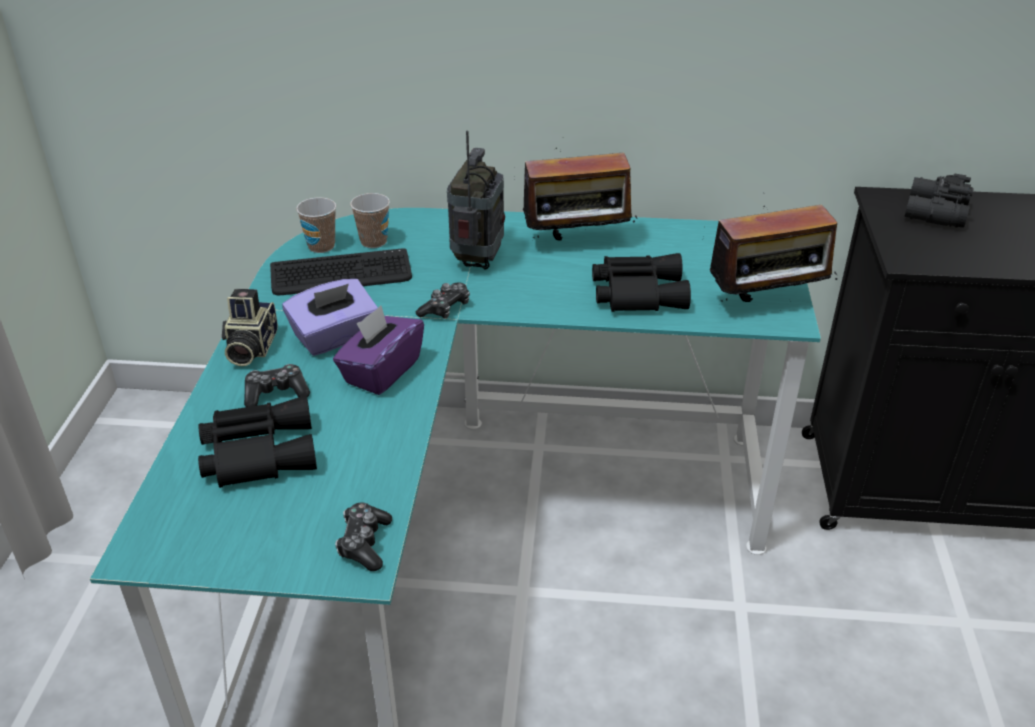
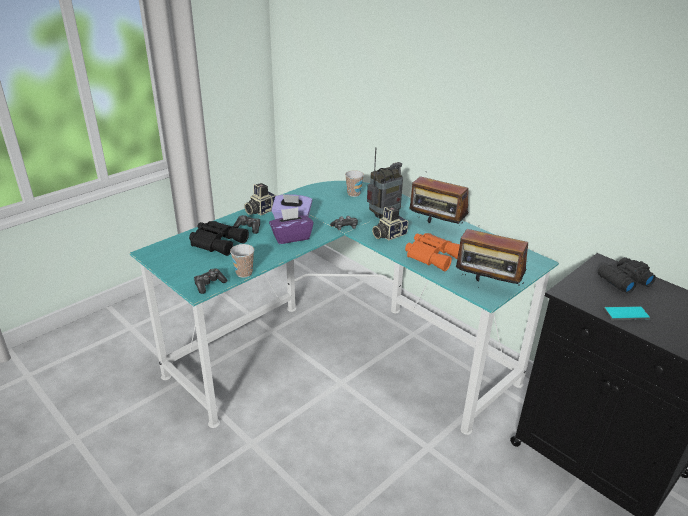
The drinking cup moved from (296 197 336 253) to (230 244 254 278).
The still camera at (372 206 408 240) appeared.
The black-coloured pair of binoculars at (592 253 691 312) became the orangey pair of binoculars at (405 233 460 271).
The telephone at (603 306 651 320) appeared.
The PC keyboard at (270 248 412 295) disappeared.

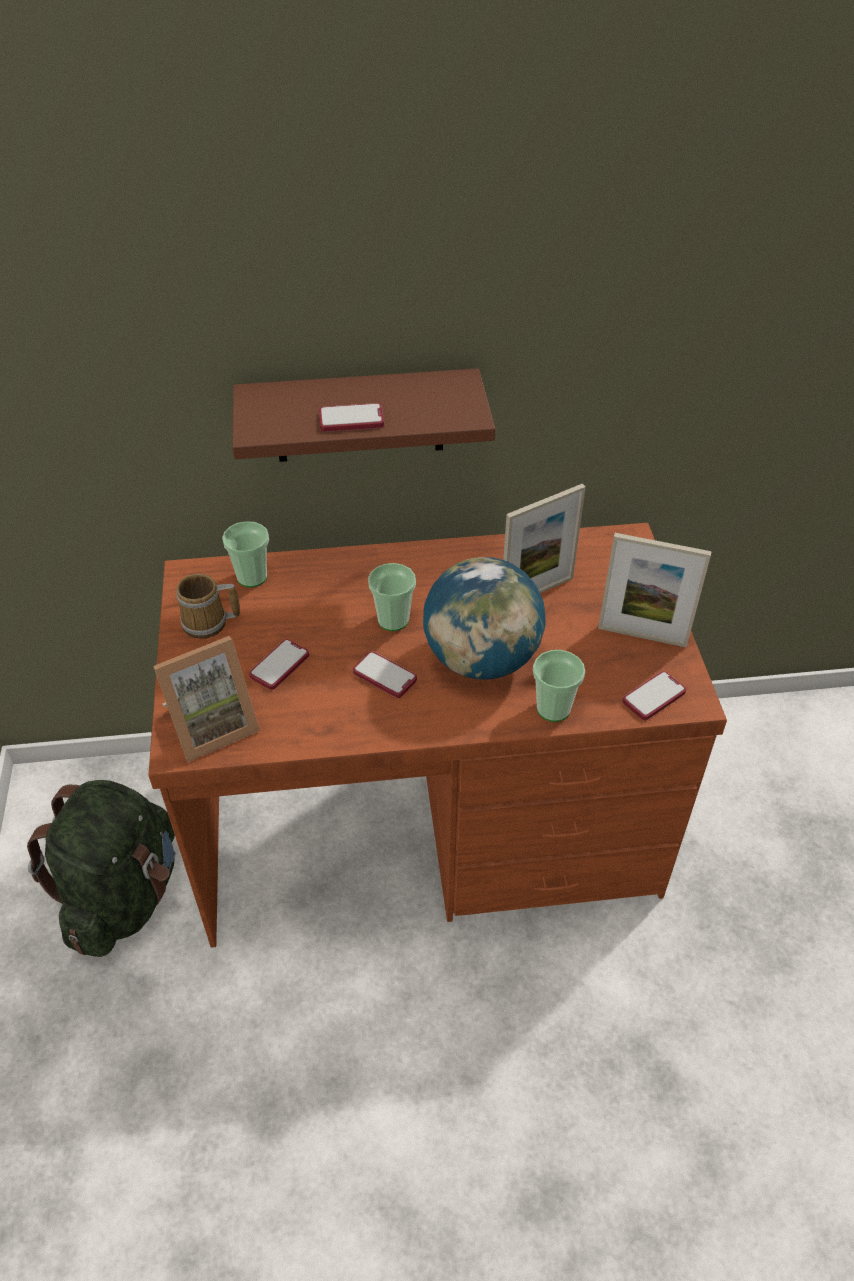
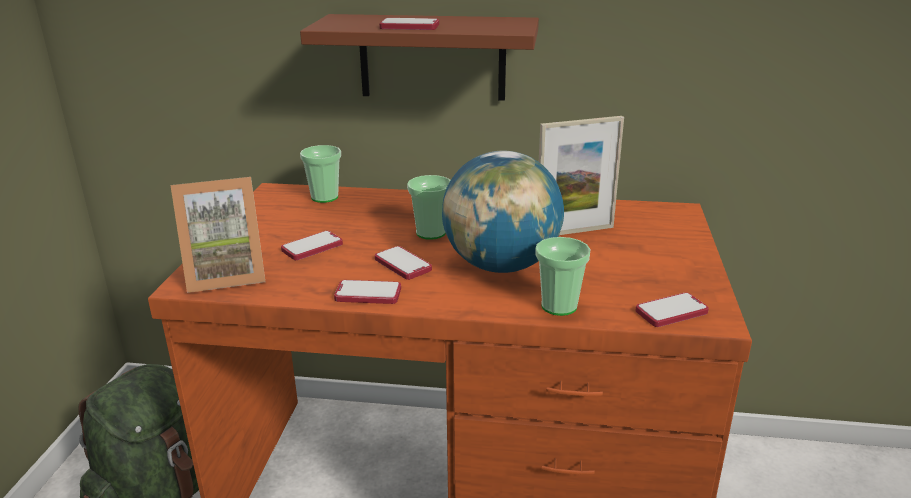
The telephone at (334 280 401 304) appeared.
The coffee mug at (176 574 240 639) disappeared.
The standing frame at (598 533 712 647) disappeared.

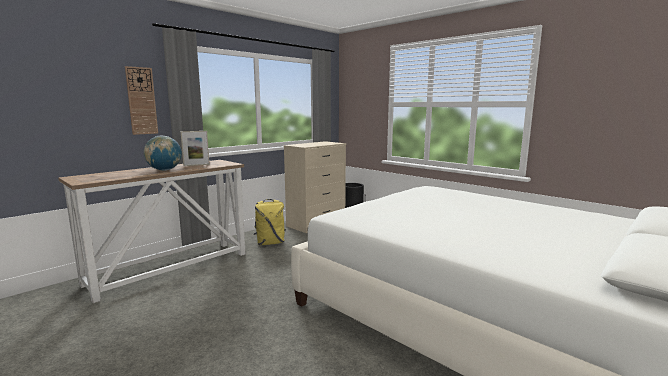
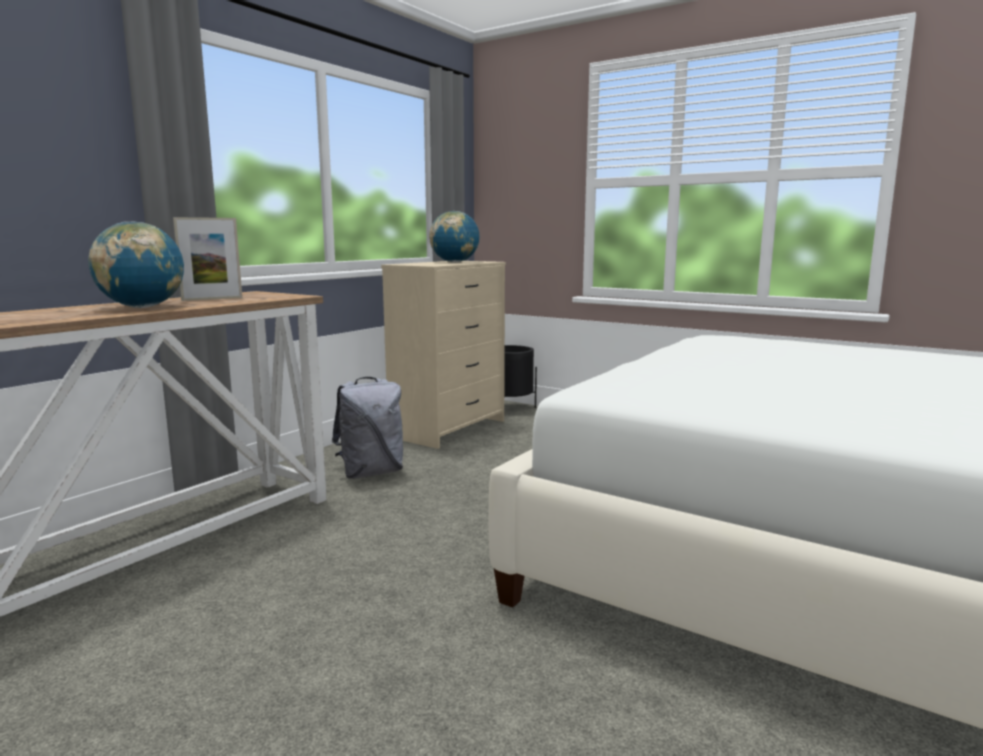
The yellow backpack at (254 199 286 245) became the gray backpack at (332 377 403 479).
The globe at (429 211 480 263) appeared.
The wall clock at (125 66 158 135) disappeared.

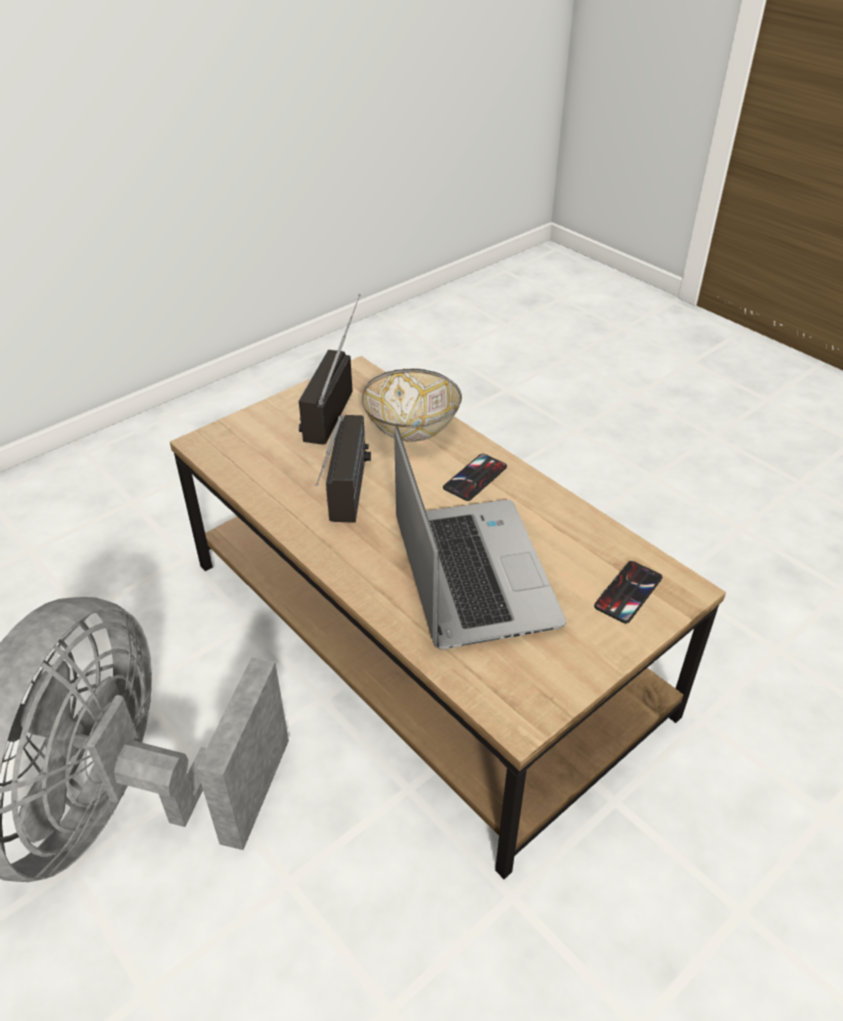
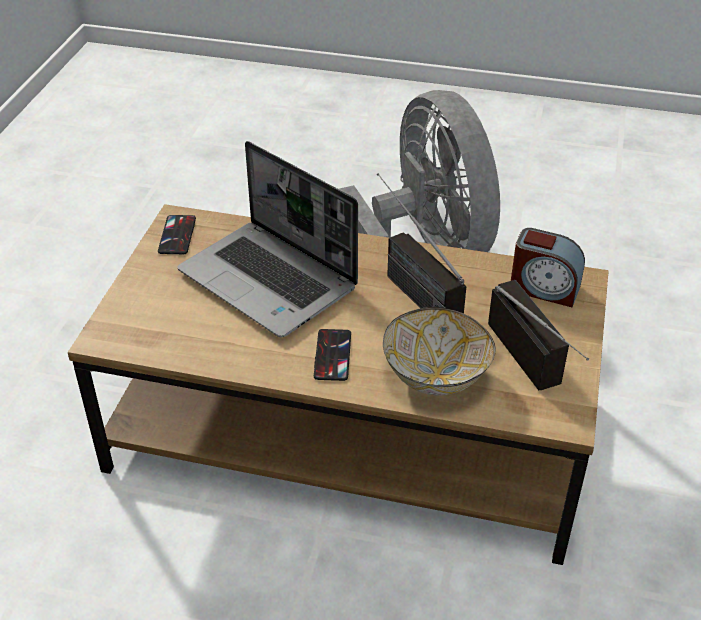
The telephone moved from (594 561 662 624) to (158 215 196 254).
The table clock at (511 228 585 307) appeared.

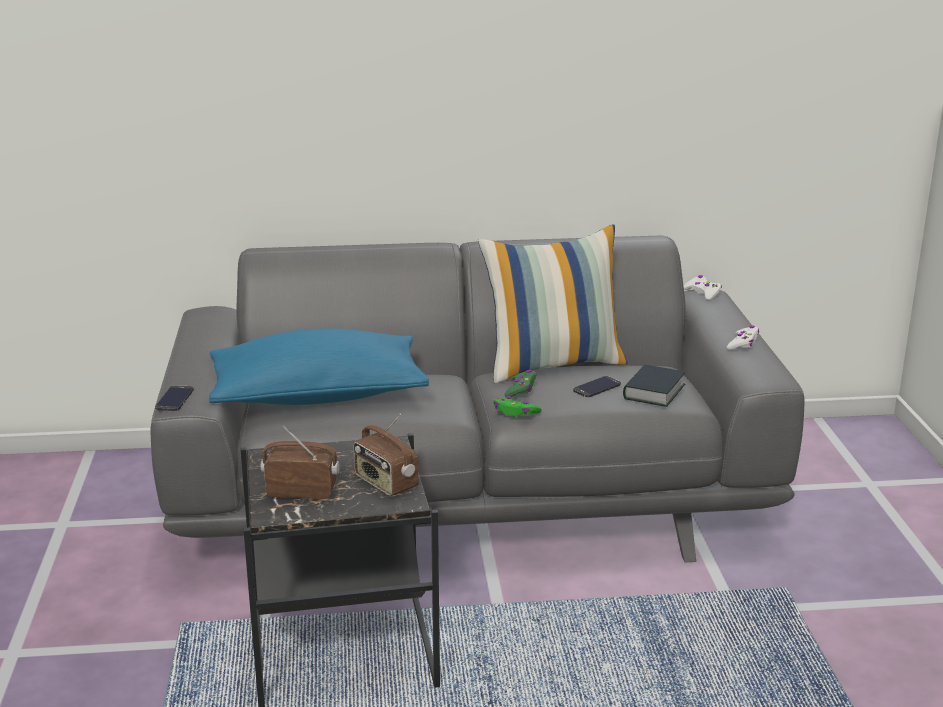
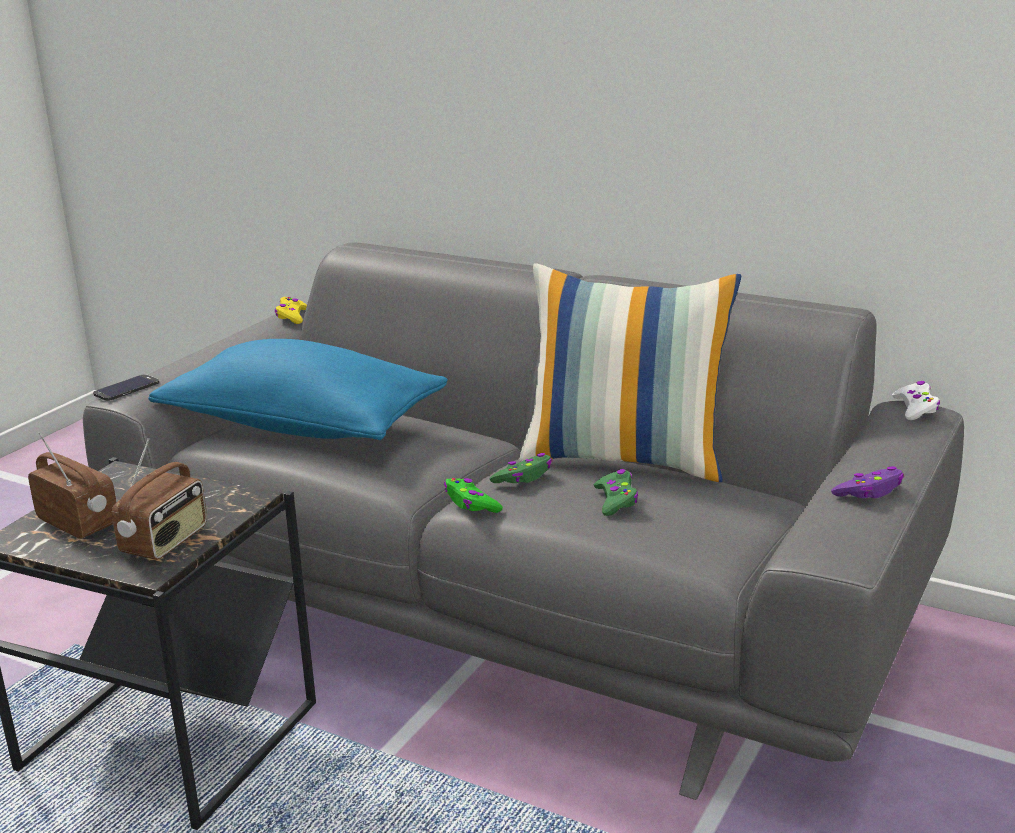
The radio at (353 414 419 496) turned 150 degrees counterclockwise.
The yellow joypad at (275 297 307 324) appeared.
The telephone at (573 376 621 397) was replaced by the greenish joypad at (594 469 638 516).
The whitish joypad at (727 326 759 350) became the purple-coloured joypad at (831 466 904 498).
The volume at (623 364 685 407) disappeared.

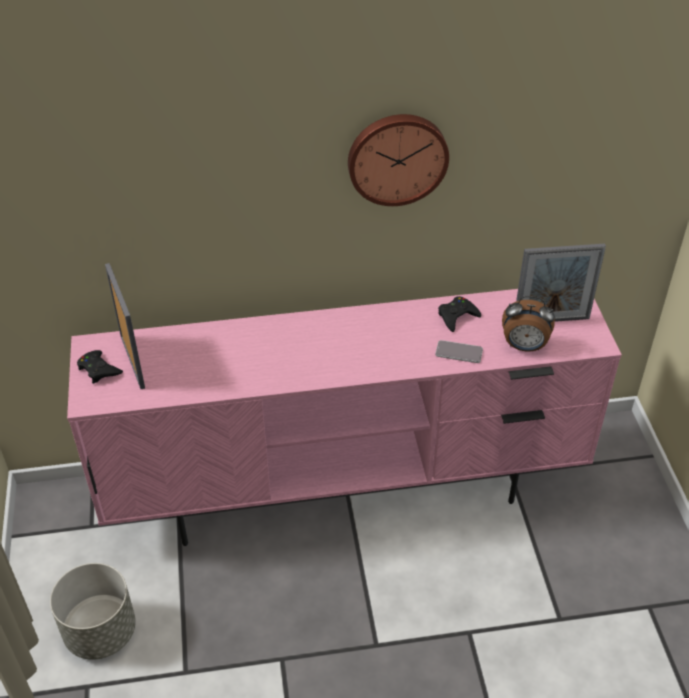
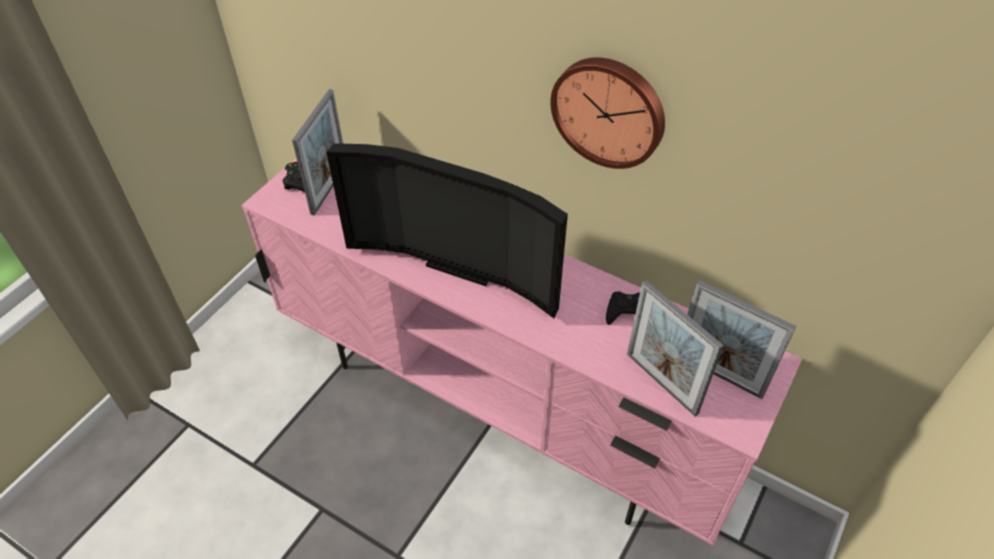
The TV set at (326 143 568 318) appeared.
The table clock at (502 296 555 352) was replaced by the standing frame at (627 281 724 417).
The gray plant pot at (50 563 136 660) disappeared.
The telephone at (435 340 483 363) disappeared.

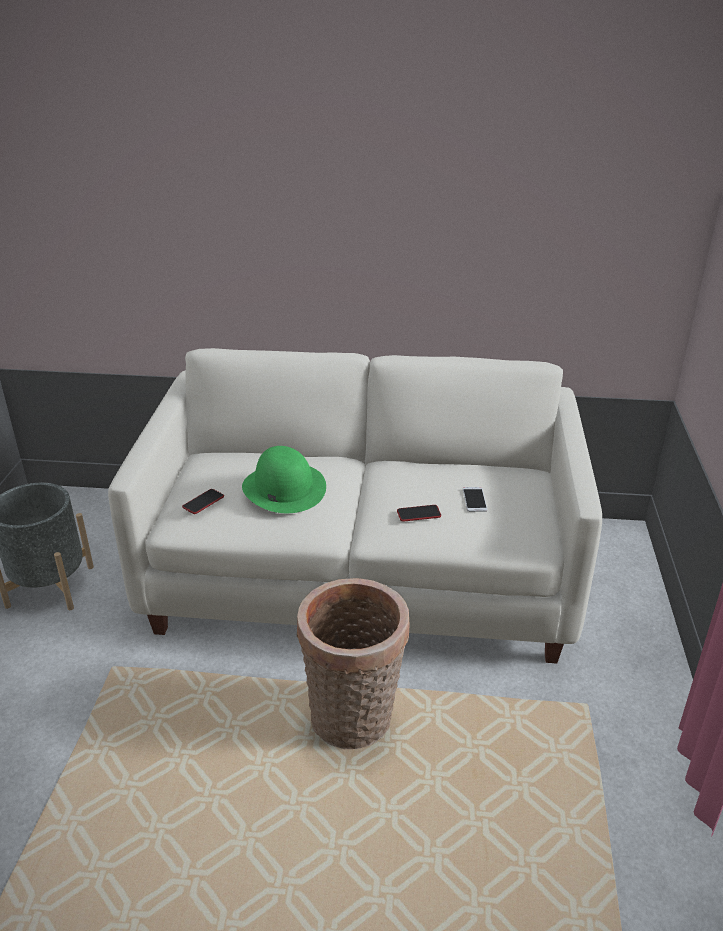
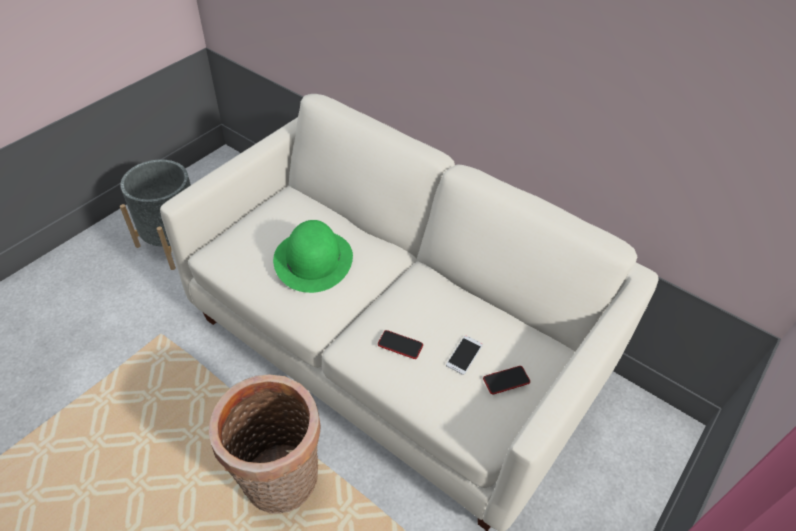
The telephone moved from (182 489 224 514) to (483 366 530 394).

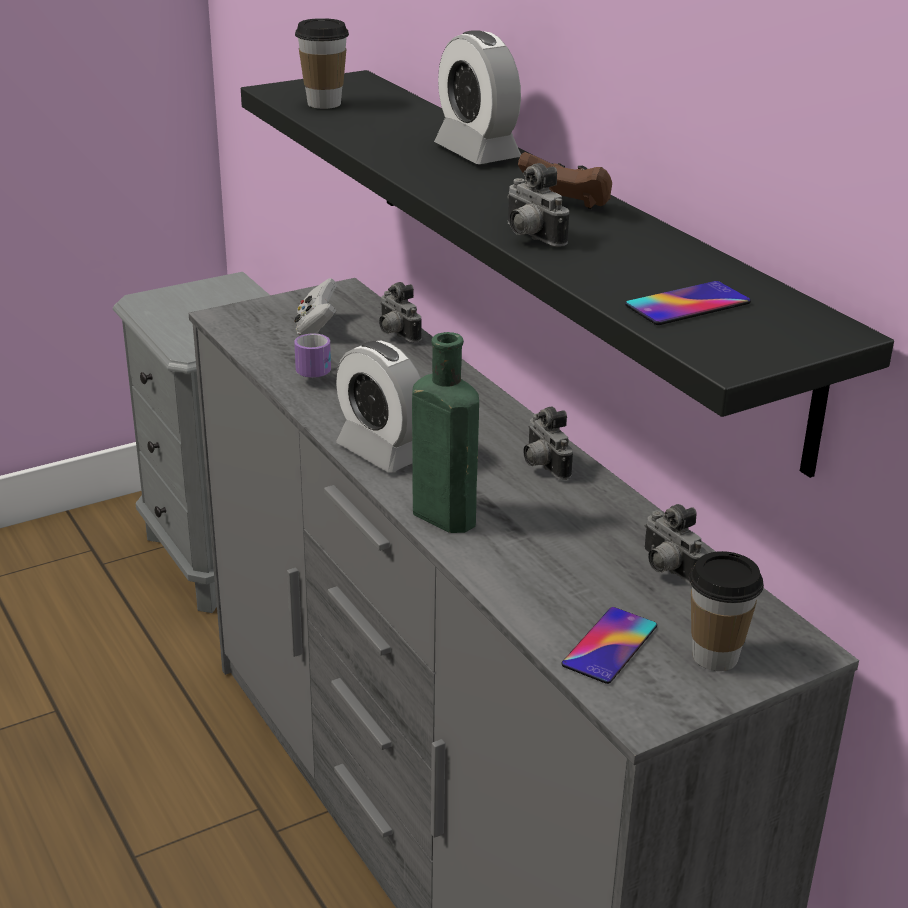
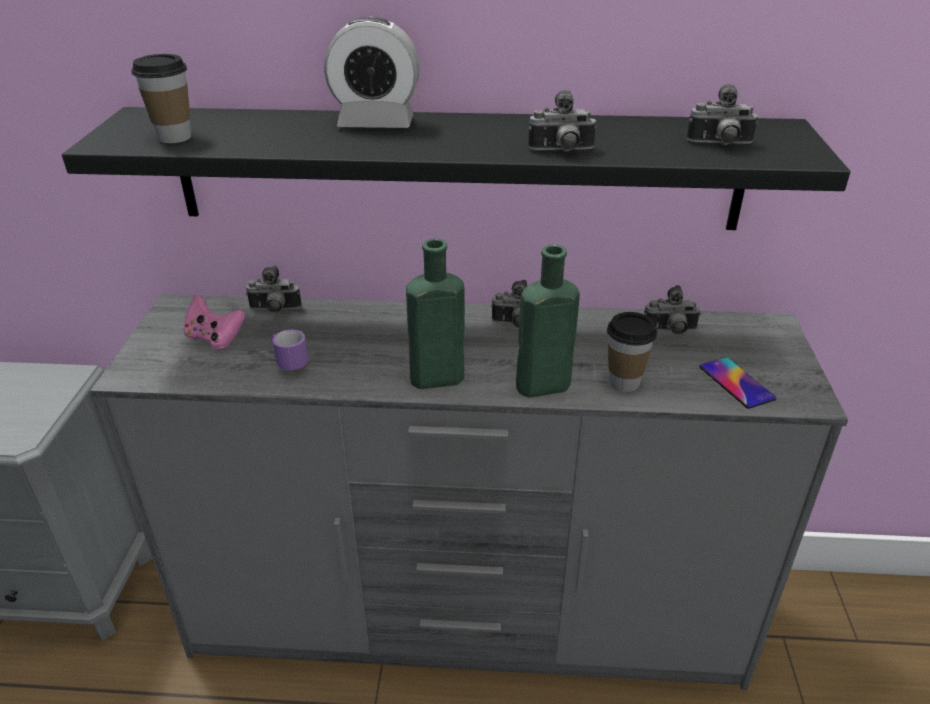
The whitish joypad at (294 278 337 335) became the pink joypad at (184 295 246 350).
The table clock at (336 341 421 473) was replaced by the greenish drink bottle at (406 238 465 389).
The drinking cup moved from (689 551 764 671) to (607 312 657 392).
The telephone at (625 281 751 325) was replaced by the still camera at (687 84 758 145).
The brown-coloured joypad at (518 152 612 209) disappeared.

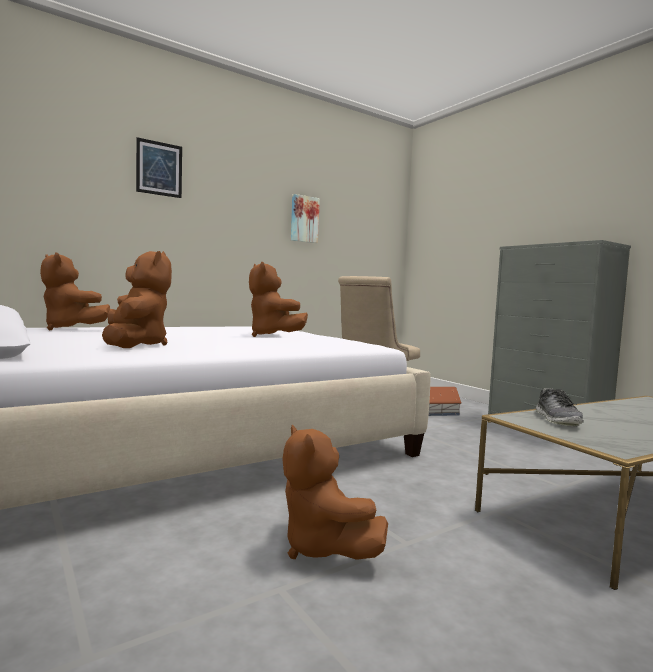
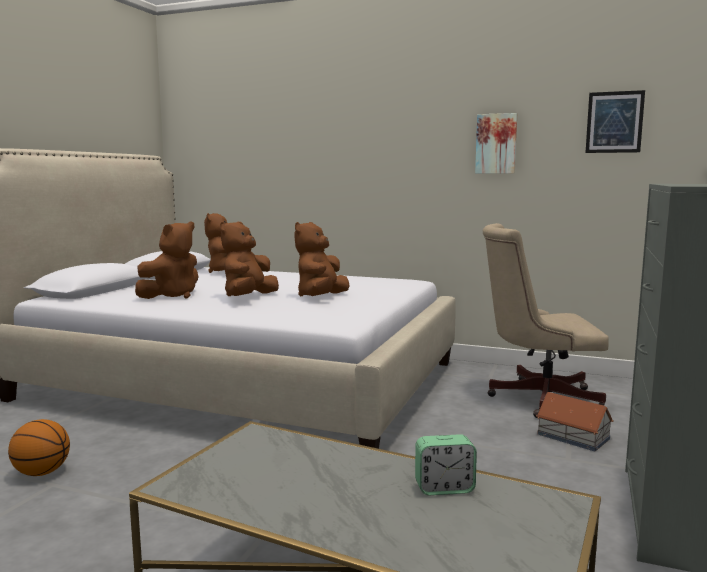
The basketball ball at (8 419 70 476) appeared.
The brown-coloured soft toy moved from (282 425 388 560) to (220 221 279 296).
The table clock at (415 434 477 495) appeared.
The wall art moved from (136 137 182 198) to (585 90 645 153).
The item of footwear at (535 388 584 427) disappeared.

